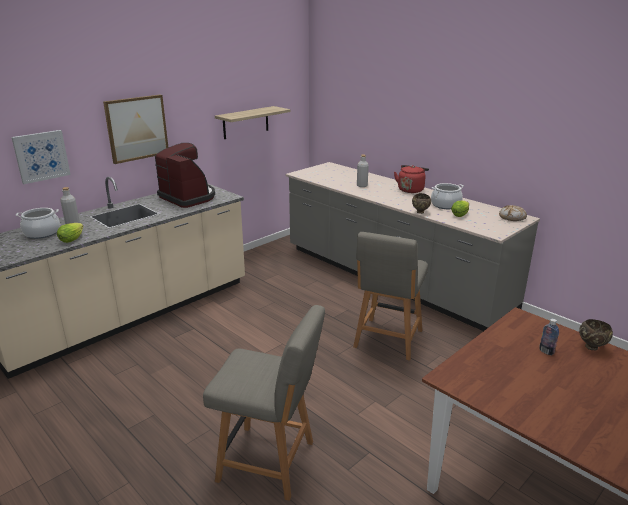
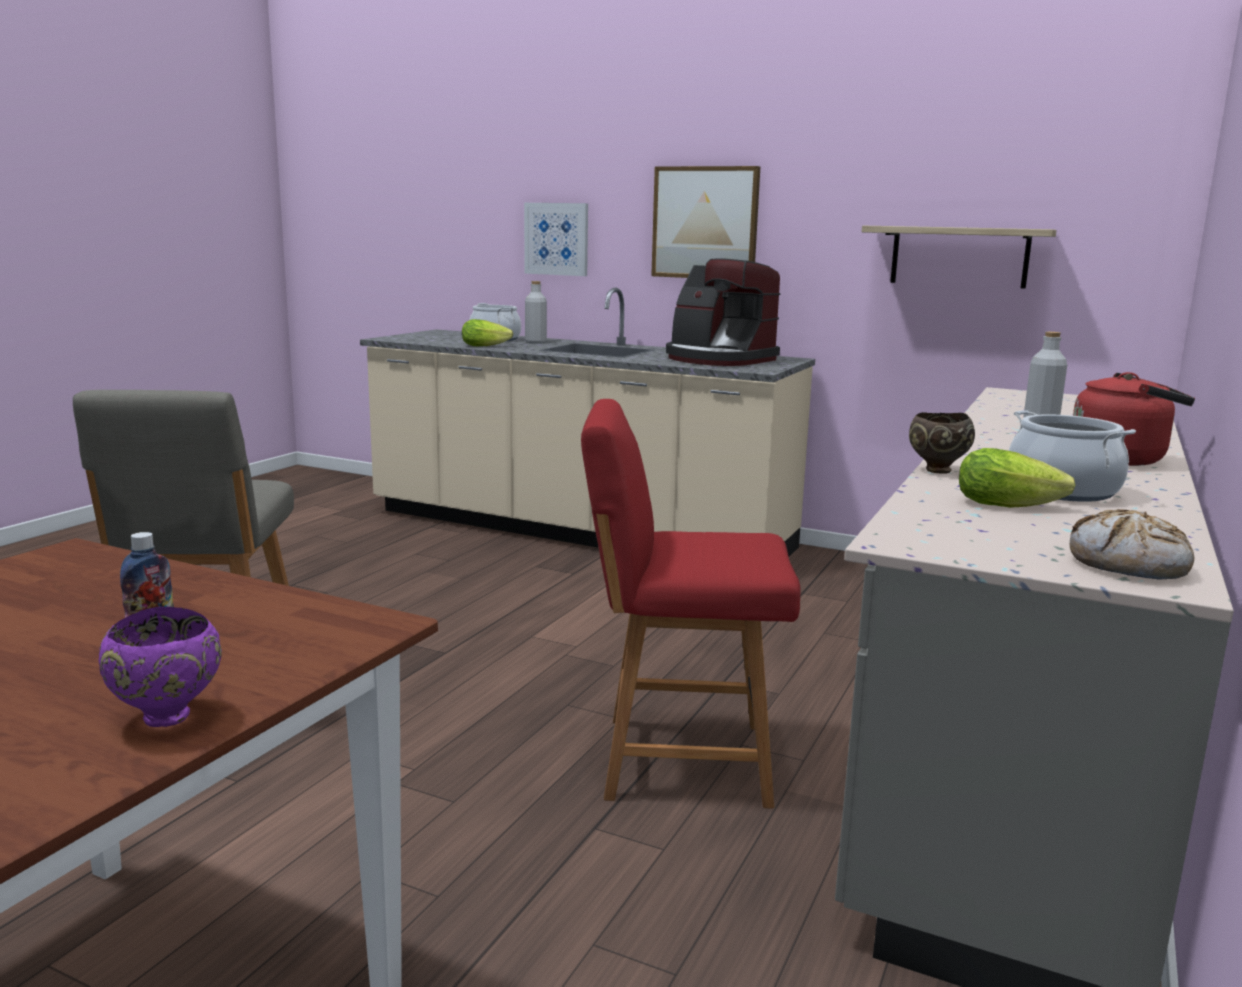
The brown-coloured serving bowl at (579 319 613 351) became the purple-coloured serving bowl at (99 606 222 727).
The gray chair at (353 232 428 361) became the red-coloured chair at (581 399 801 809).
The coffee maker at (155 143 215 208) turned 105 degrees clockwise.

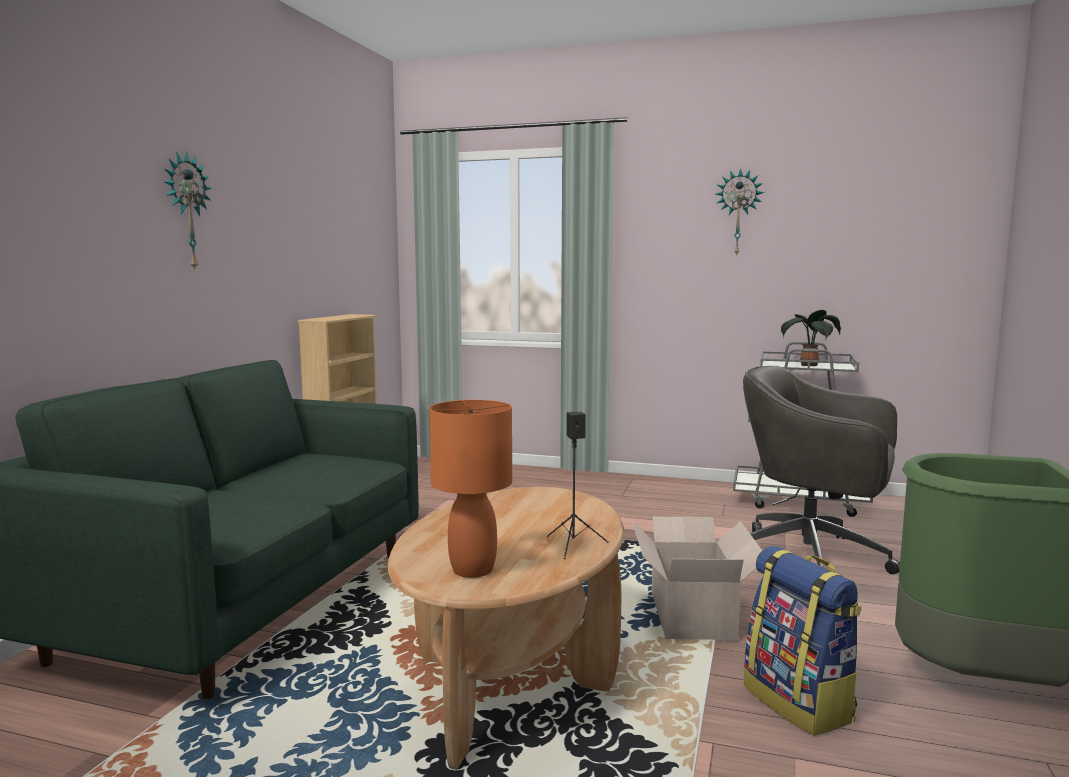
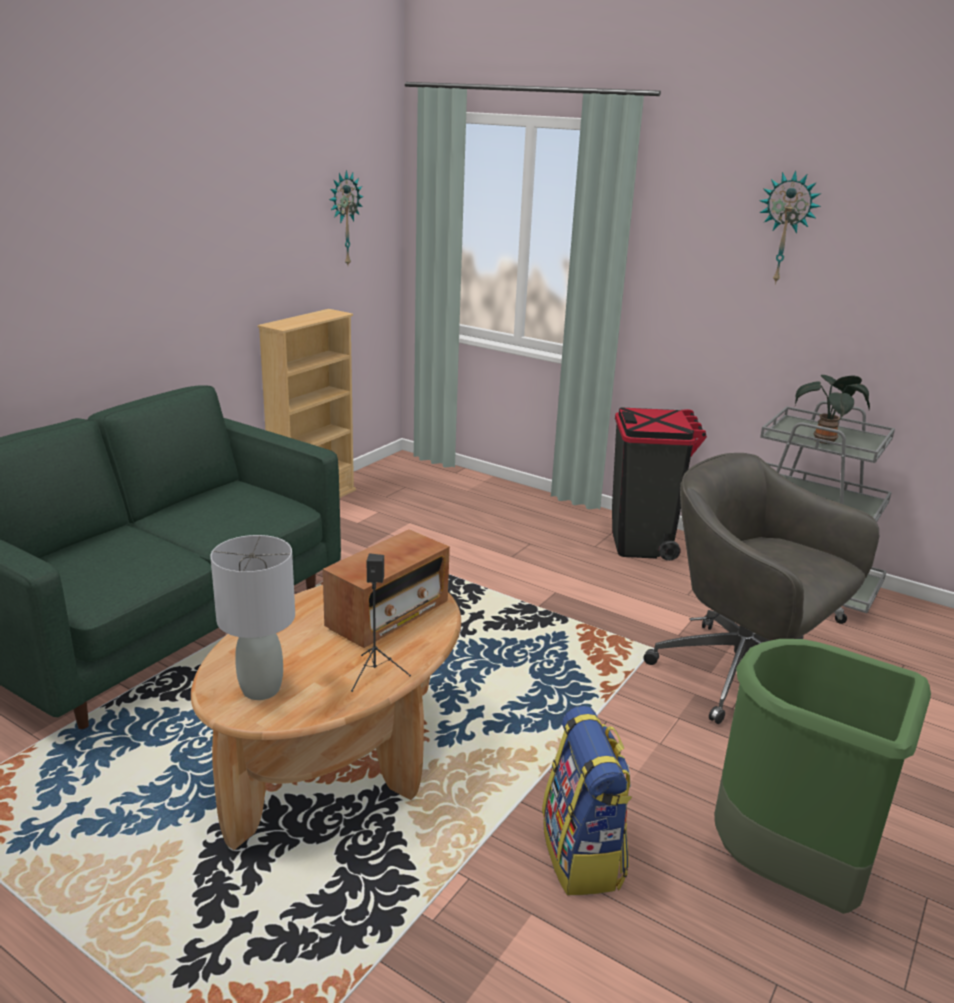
The orangey lamp for a table at (429 400 512 578) became the gray lamp for a table at (210 535 295 700).
The radio at (323 529 450 648) appeared.
The wall clock moved from (164 151 212 271) to (329 170 364 265).
The black-coloured waste bin at (612 408 707 561) appeared.
The cardboard box at (632 517 762 641) disappeared.

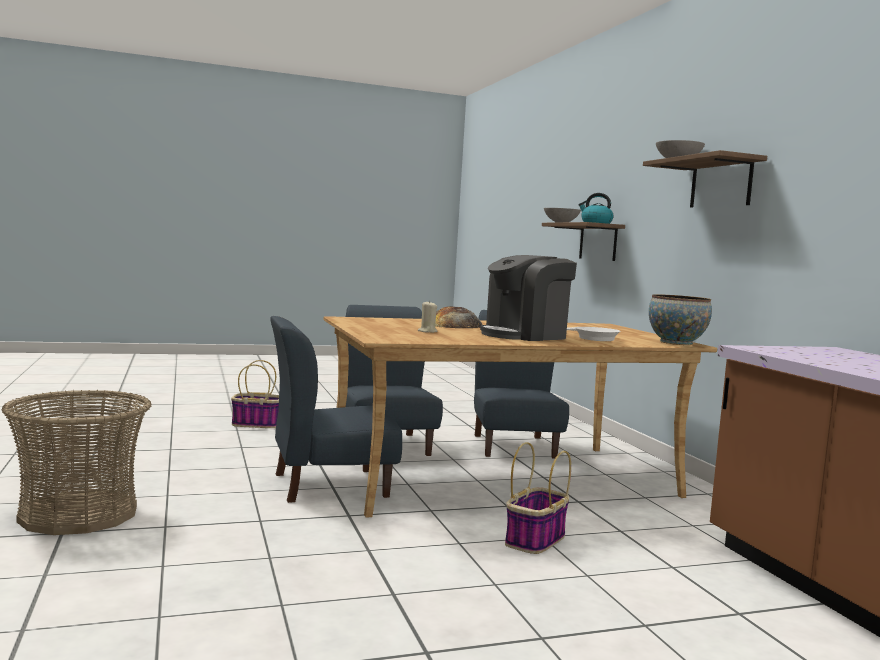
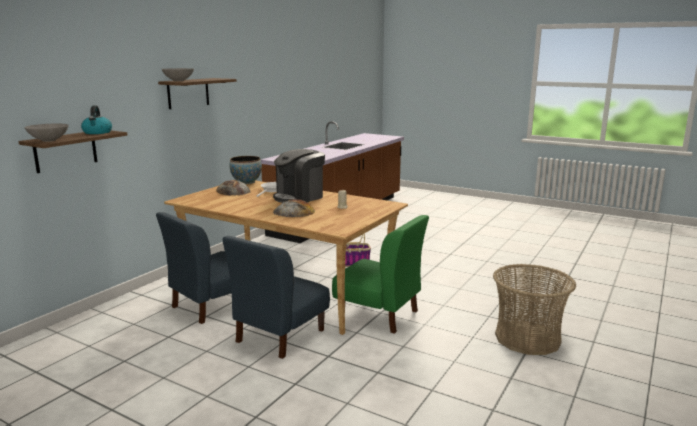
The bakery bread at (216 180 250 196) appeared.
The coffee maker at (480 255 577 341) turned 120 degrees clockwise.
The blue chair at (270 316 402 503) became the greenish chair at (332 215 429 334).
The household basket at (231 360 279 428) disappeared.

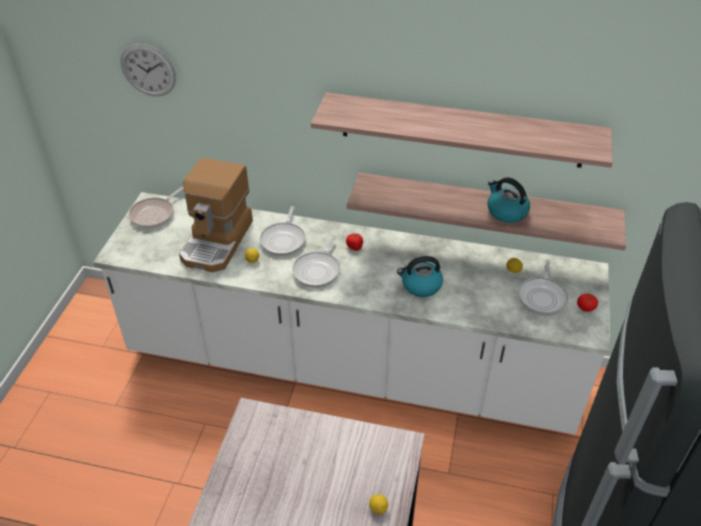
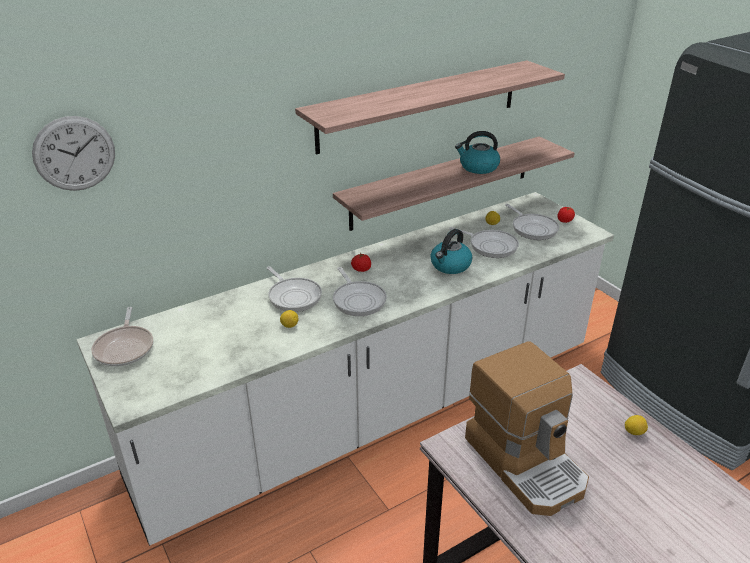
The pan at (449 227 519 258) appeared.
The coffee maker moved from (179 157 253 272) to (465 341 589 516).

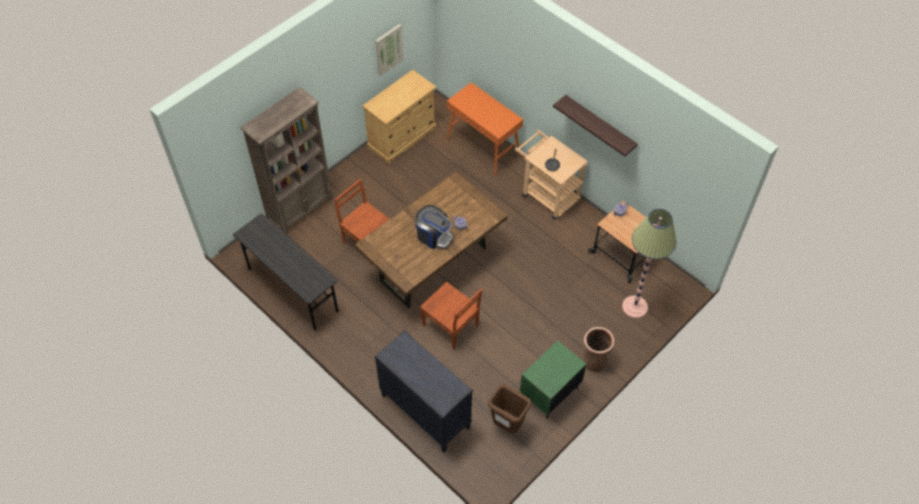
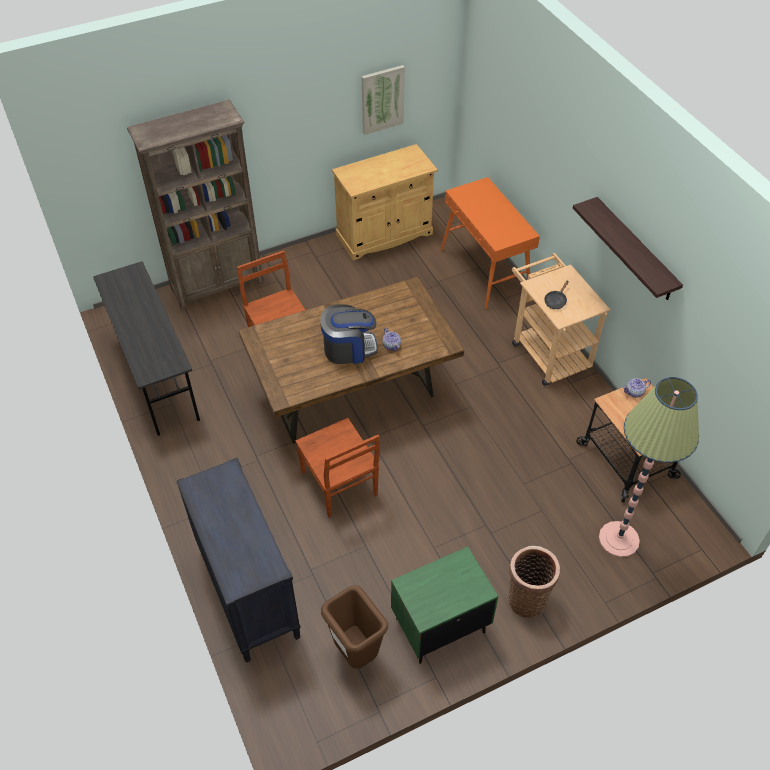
The coffee maker at (415 205 454 249) turned 60 degrees counterclockwise.

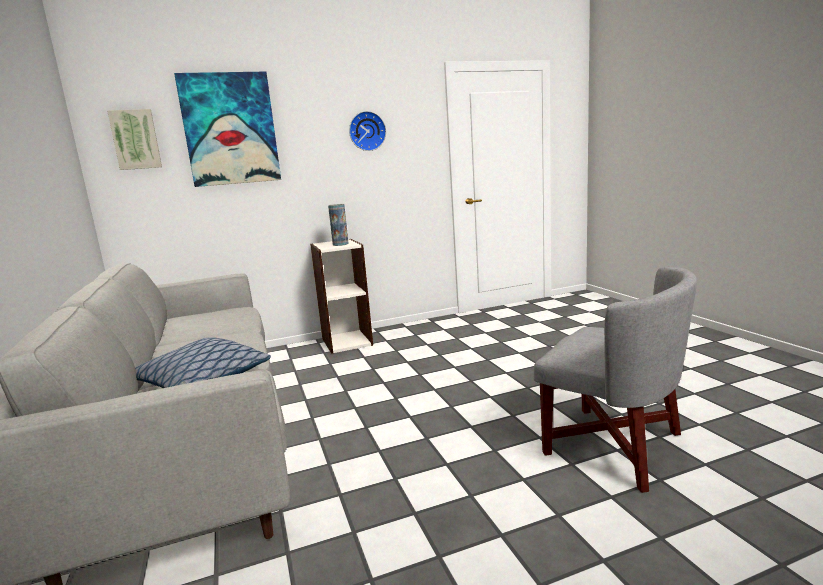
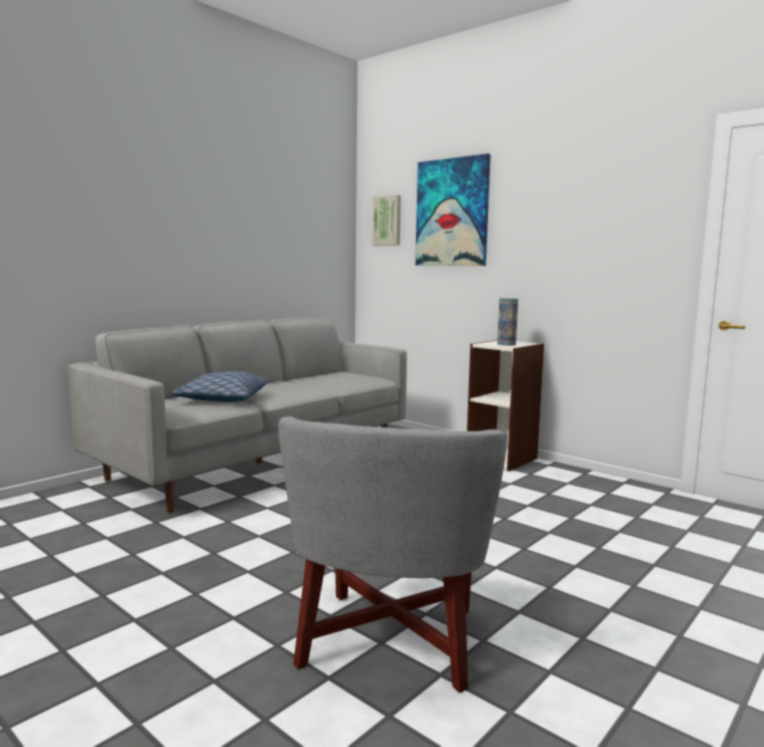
The wall clock at (349 111 386 151) disappeared.

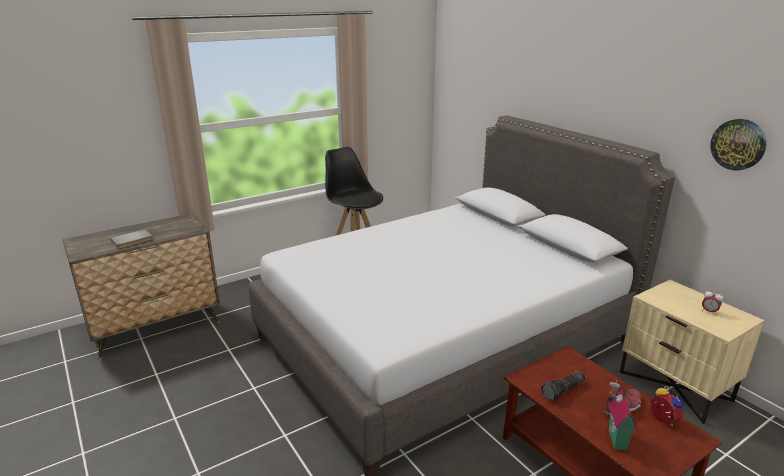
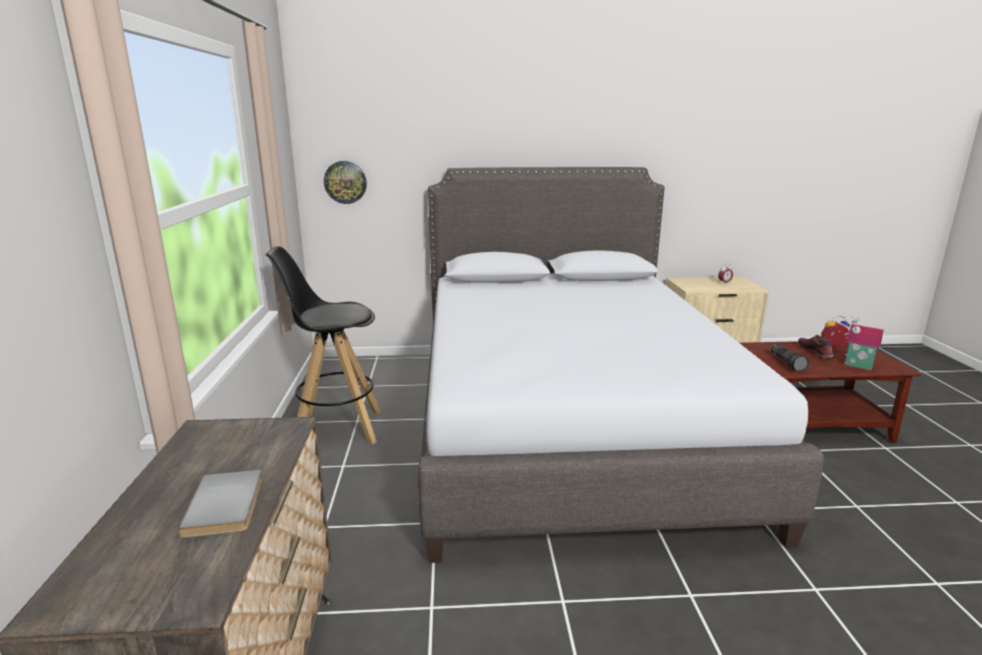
The wall clock moved from (710 119 766 171) to (324 161 367 204).

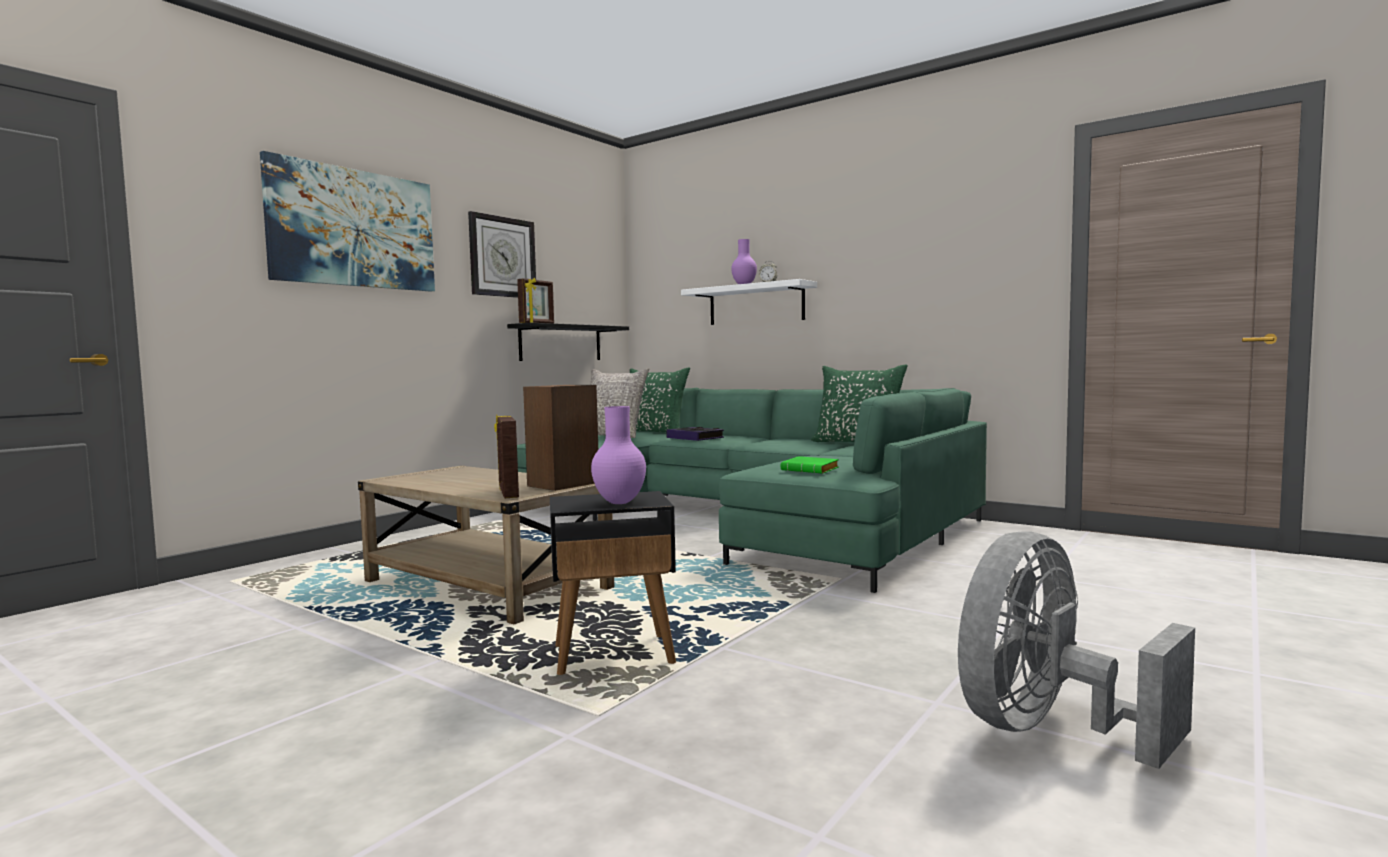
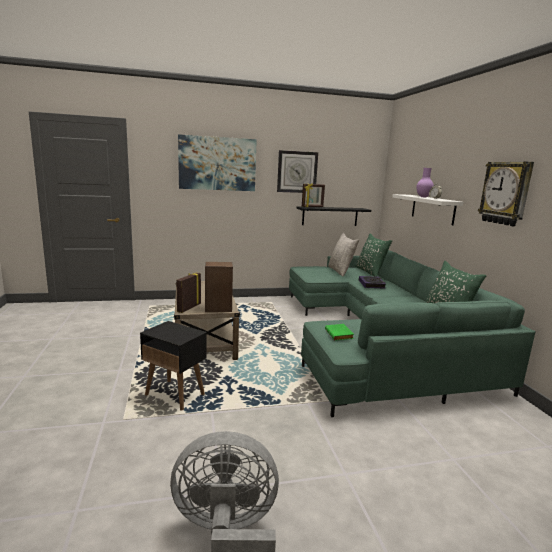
The wall clock at (478 162 534 226) appeared.
The purple-coloured flower vase at (591 406 646 504) disappeared.

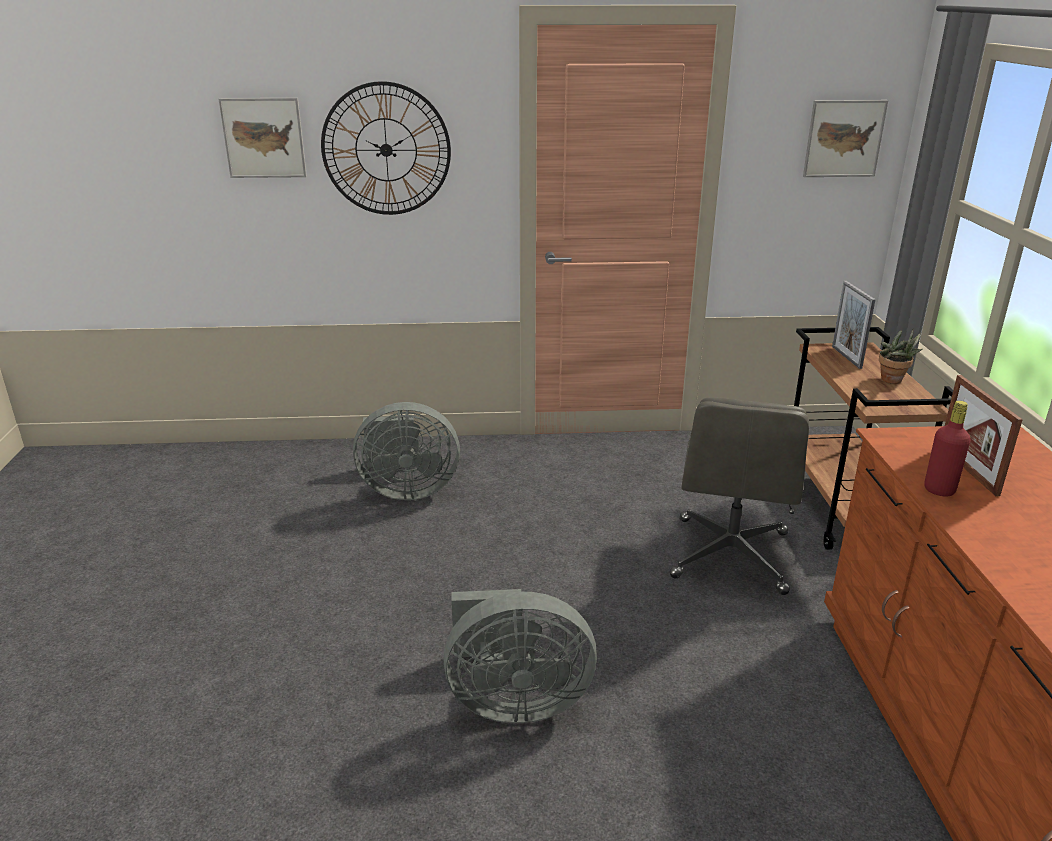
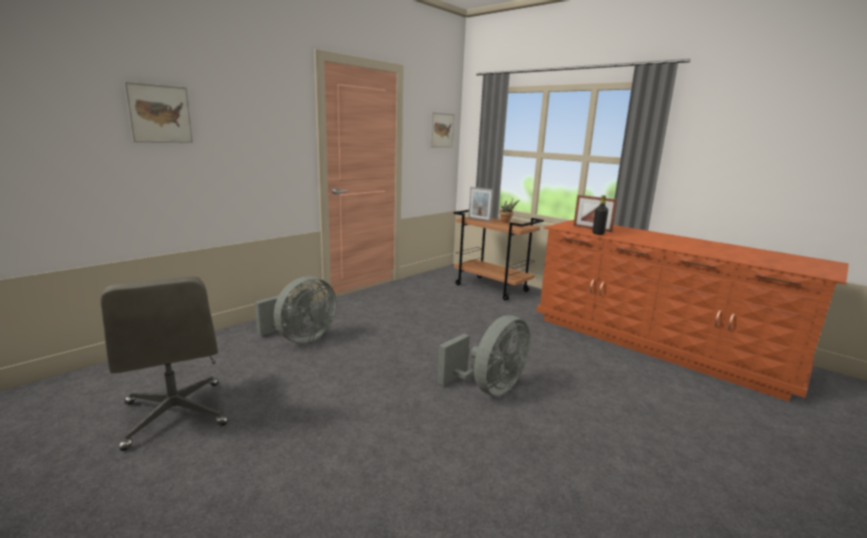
The gray office chair moved from (670 397 809 595) to (100 276 227 451).
The red-coloured drink bottle at (924 401 971 496) became the black-coloured drink bottle at (593 195 608 235).
The wall clock at (321 81 451 215) disappeared.

